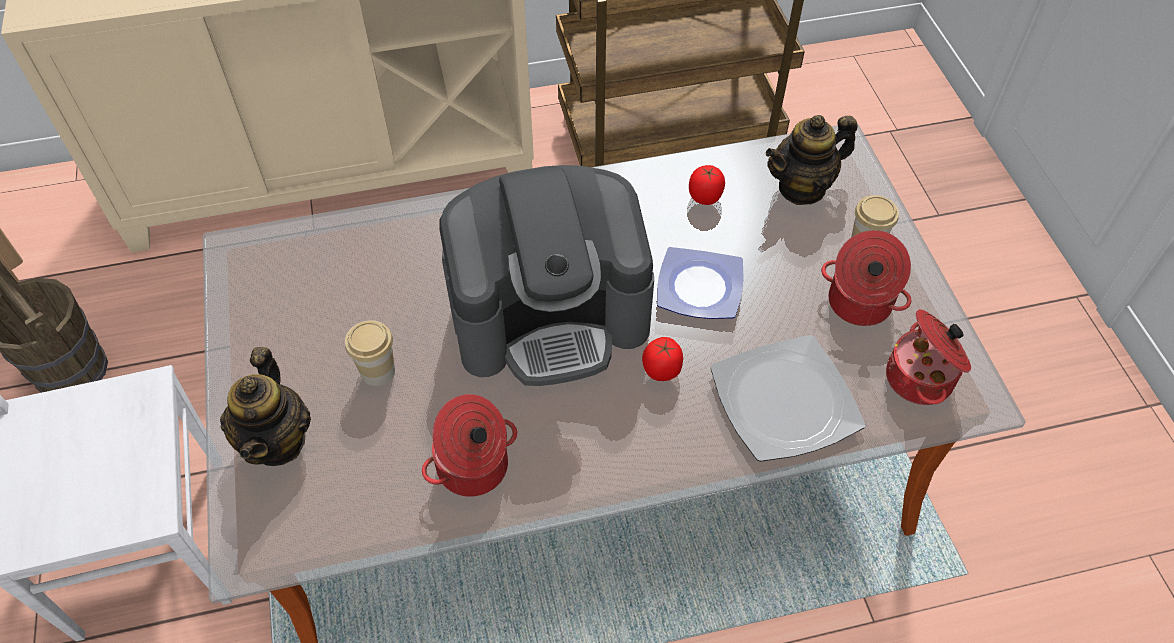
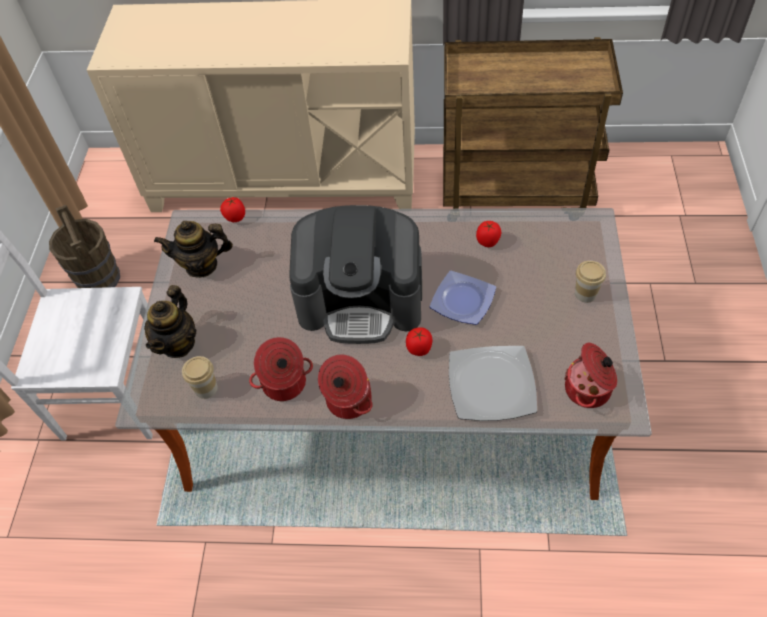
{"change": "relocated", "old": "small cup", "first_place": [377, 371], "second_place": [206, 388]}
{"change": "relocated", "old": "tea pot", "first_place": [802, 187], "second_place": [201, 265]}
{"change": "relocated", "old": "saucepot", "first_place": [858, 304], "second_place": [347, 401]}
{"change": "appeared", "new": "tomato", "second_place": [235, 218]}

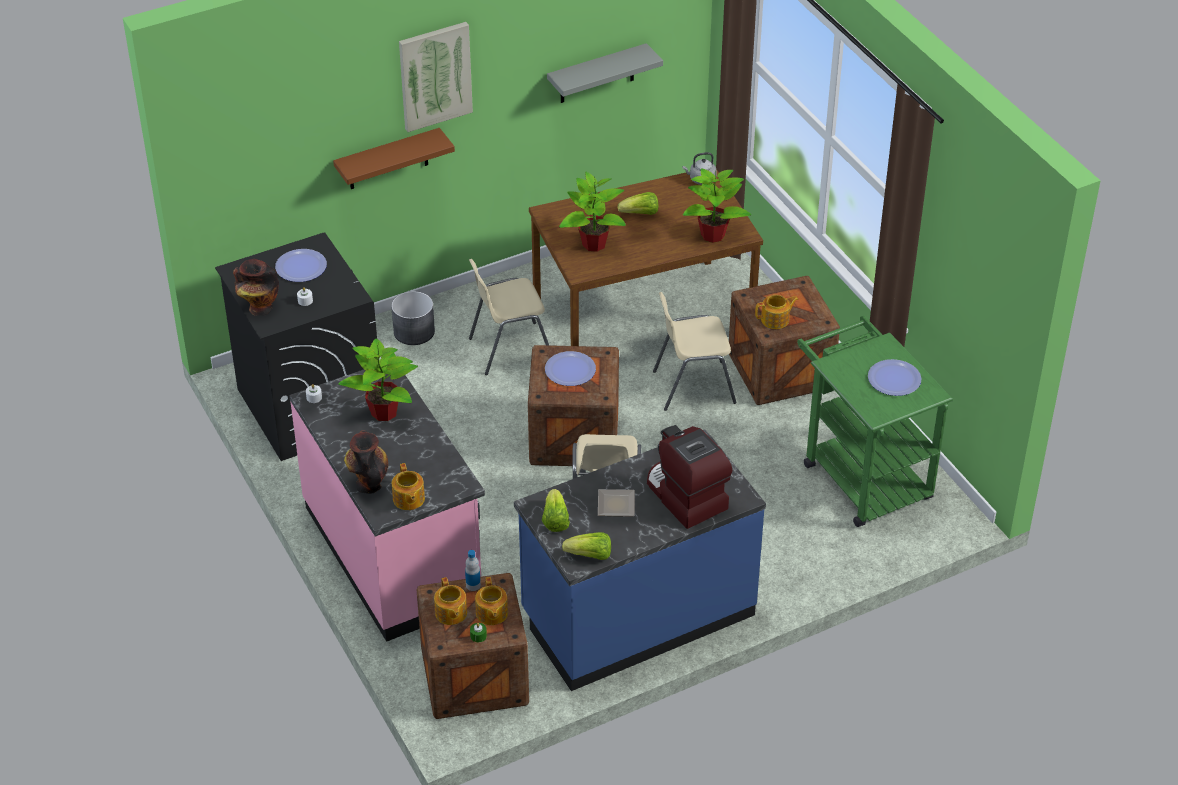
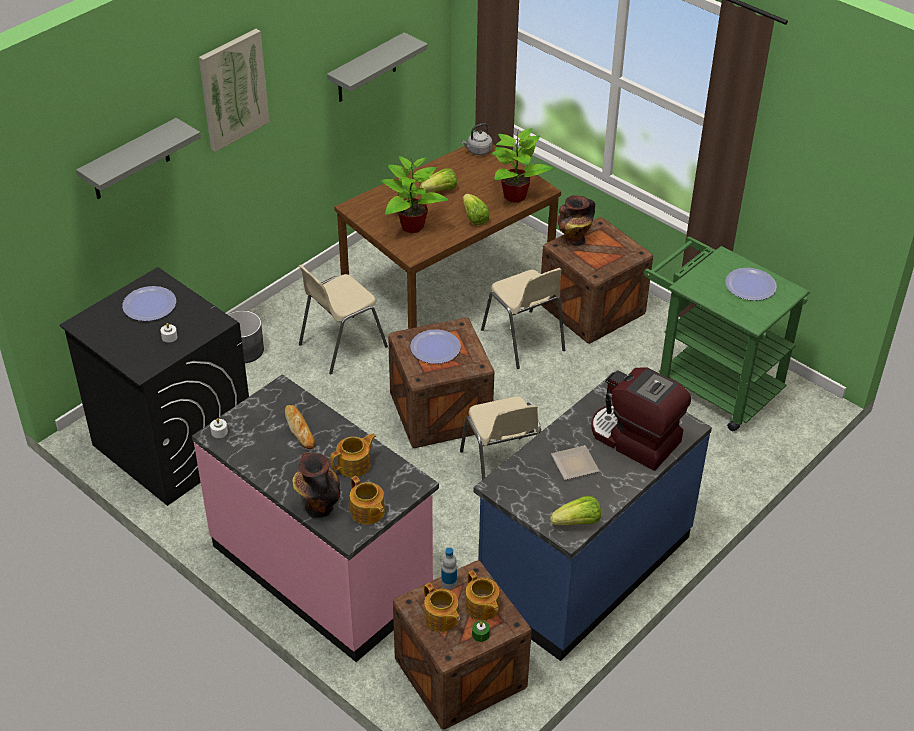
{"change": "relocated", "old": "decorative vase", "first_place": [259, 308], "second_place": [574, 239]}
{"change": "missing", "old": "brown-coloured wall shelf", "first_place": [388, 160]}
{"change": "exchanged", "old": "plant in a pot", "new": "bread", "first_place": [385, 412], "second_place": [299, 429]}
{"change": "relocated", "old": "head of lettuce", "first_place": [555, 520], "second_place": [474, 217]}
{"change": "spun", "old": "beige plain chair", "first_place": [692, 386], "second_place": [523, 340], "degrees": -90}
{"change": "relocated", "old": "tea pot", "first_place": [775, 320], "second_place": [354, 465]}
{"change": "appeared", "new": "gray wall shelf", "second_place": [130, 161]}

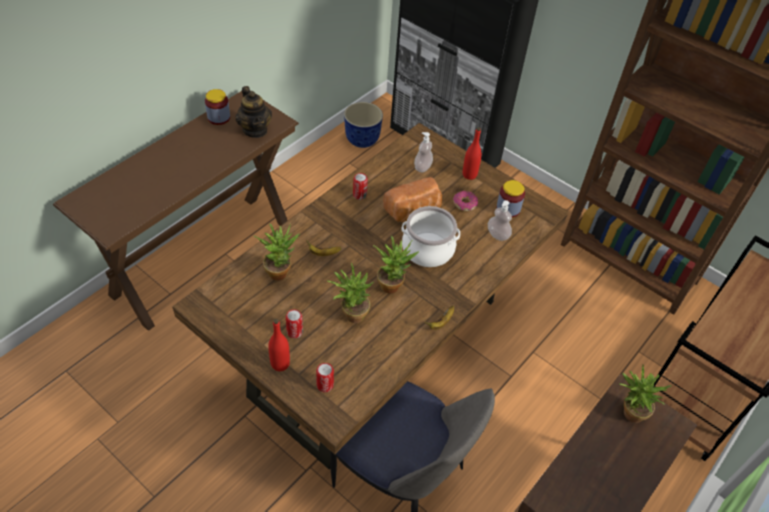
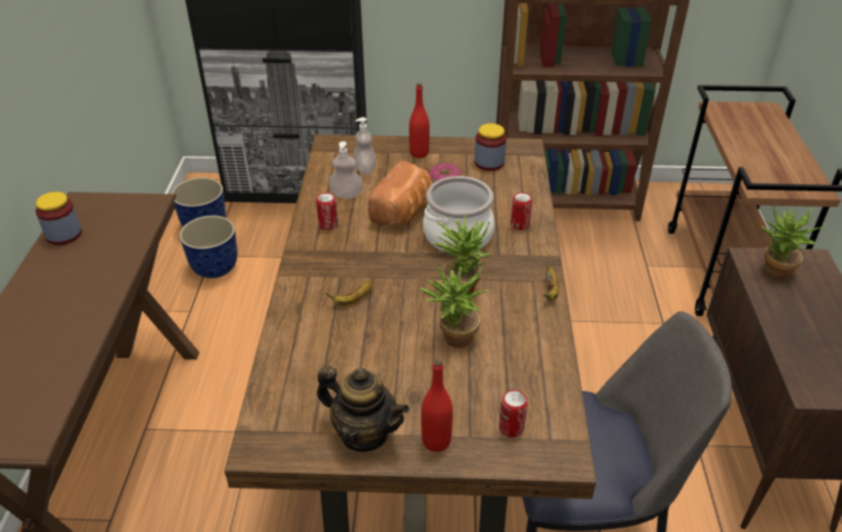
{"change": "relocated", "old": "tea pot", "first_place": [255, 130], "second_place": [364, 433]}
{"change": "missing", "old": "plant in a pot", "first_place": [280, 270]}
{"change": "relocated", "old": "can", "first_place": [295, 332], "second_place": [519, 225]}
{"change": "relocated", "old": "liquid soap bottle", "first_place": [497, 235], "second_place": [346, 194]}
{"change": "appeared", "new": "flower pot", "second_place": [215, 268]}

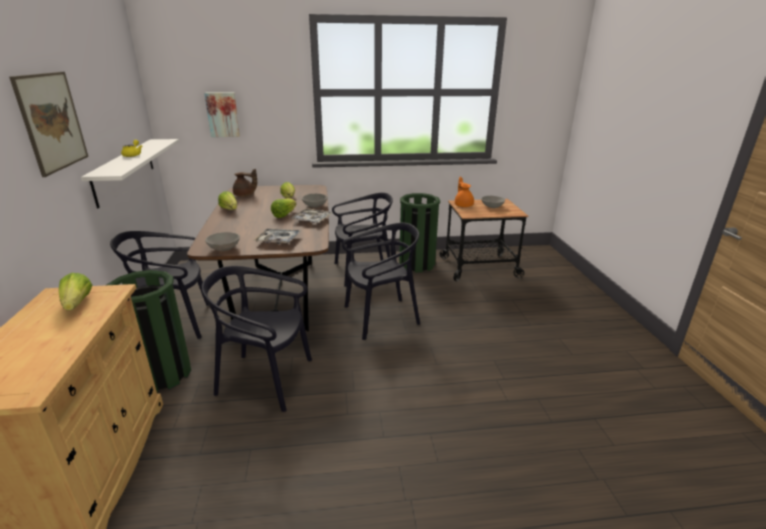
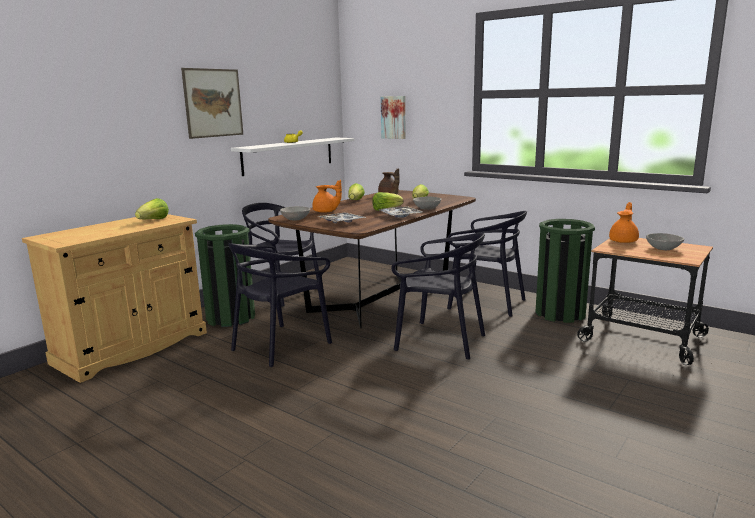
{"change": "spun", "old": "blackish plain chair", "first_place": [265, 379], "second_place": [281, 345], "degrees": -105}
{"change": "appeared", "new": "orangey tea pot", "second_place": [326, 212]}

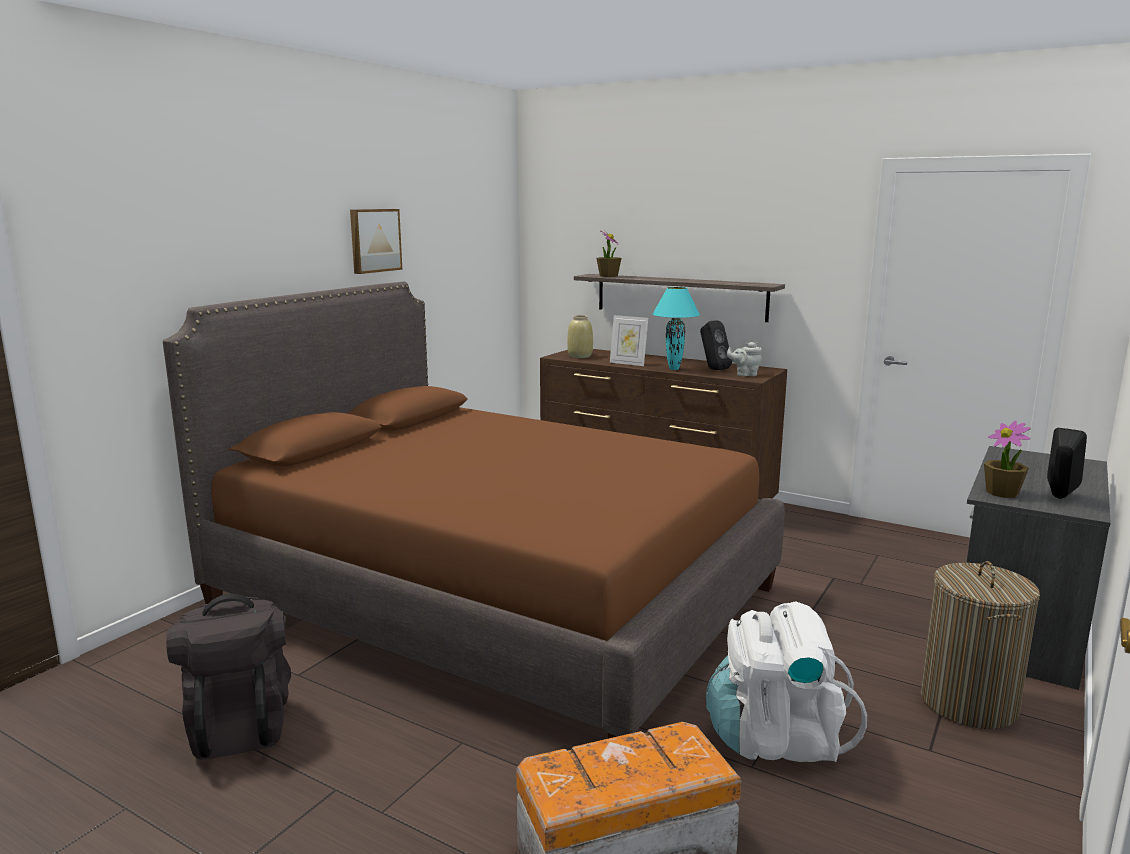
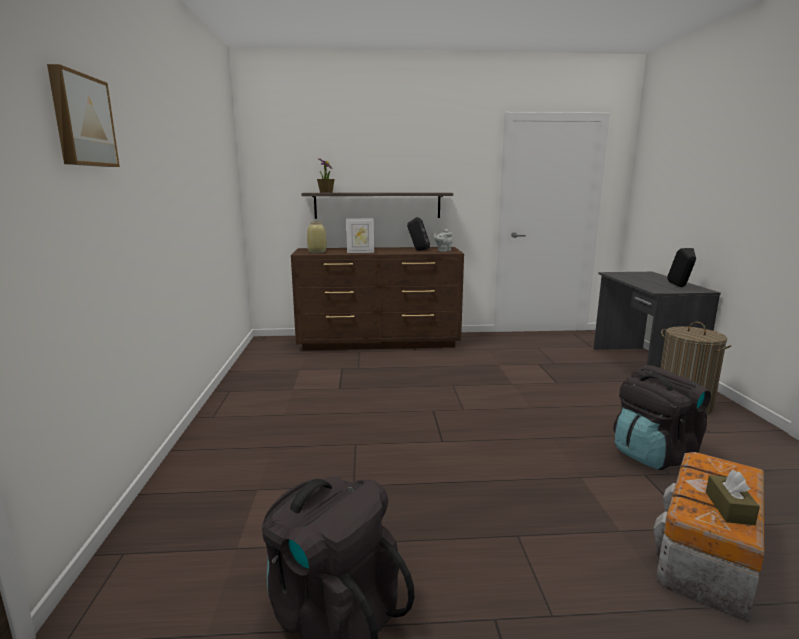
{"change": "missing", "old": "brown-coloured bed", "first_place": [493, 596]}
{"change": "relocated", "old": "wall art", "first_place": [374, 240], "second_place": [81, 121]}
{"change": "missing", "old": "turquoise tabletop lamp", "first_place": [673, 369]}
{"change": "colour", "old": "white-coloured backpack", "new": "blackish backpack", "first_place": [776, 739], "second_place": [653, 454]}
{"change": "missing", "old": "plant in a pot", "first_place": [1002, 493]}
{"change": "appeared", "new": "brown-coloured tissue holder", "second_place": [729, 508]}

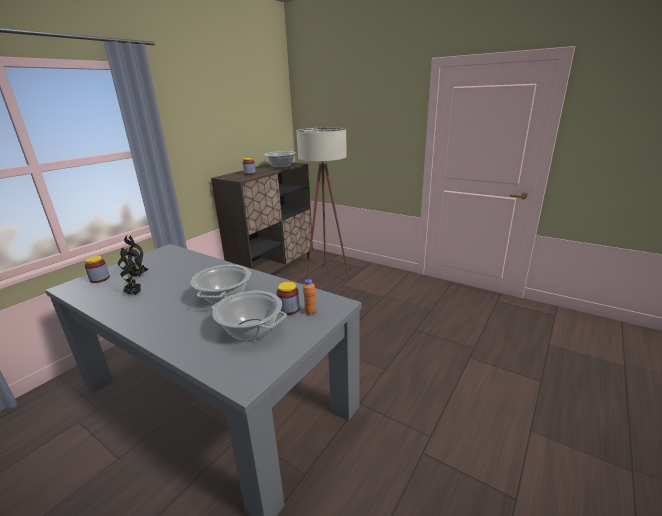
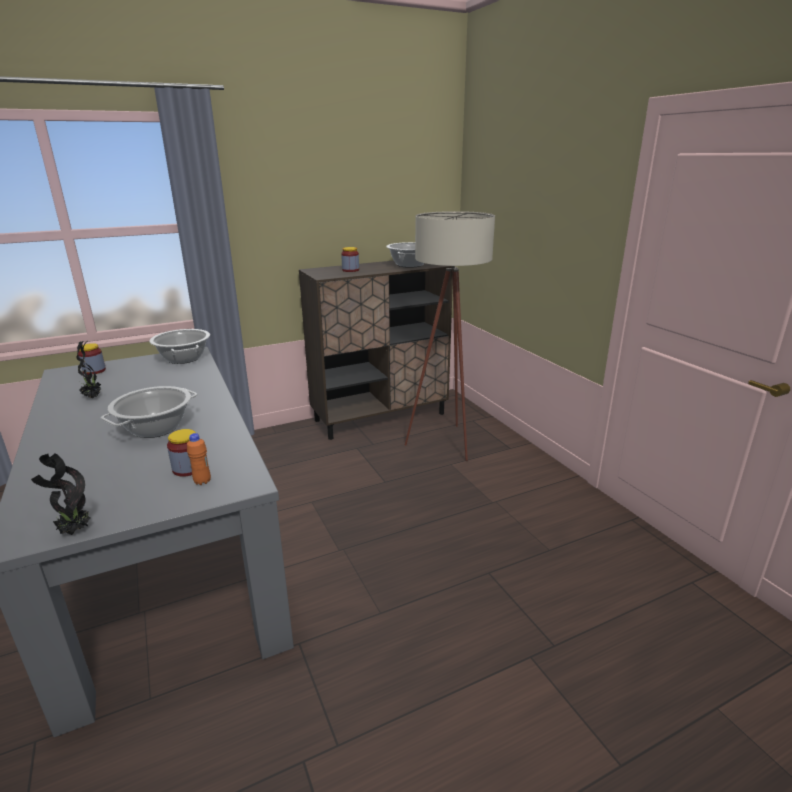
{"change": "relocated", "old": "plant in a pot", "first_place": [139, 276], "second_place": [74, 532]}
{"change": "relocated", "old": "saucepot", "first_place": [250, 330], "second_place": [183, 358]}

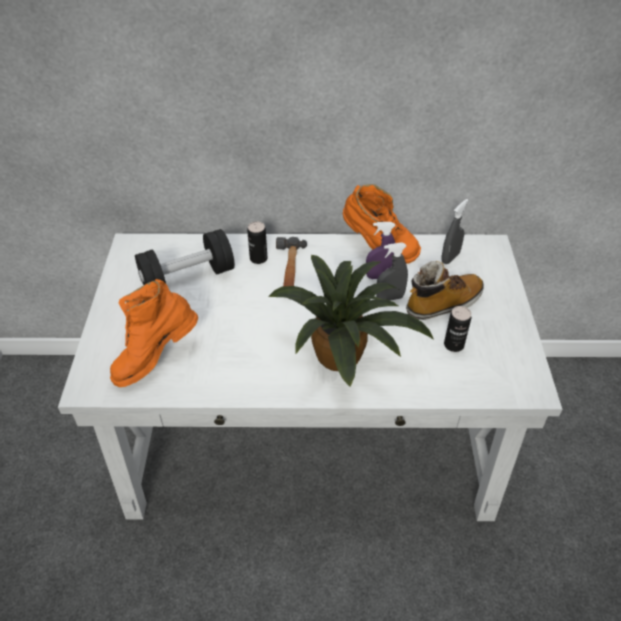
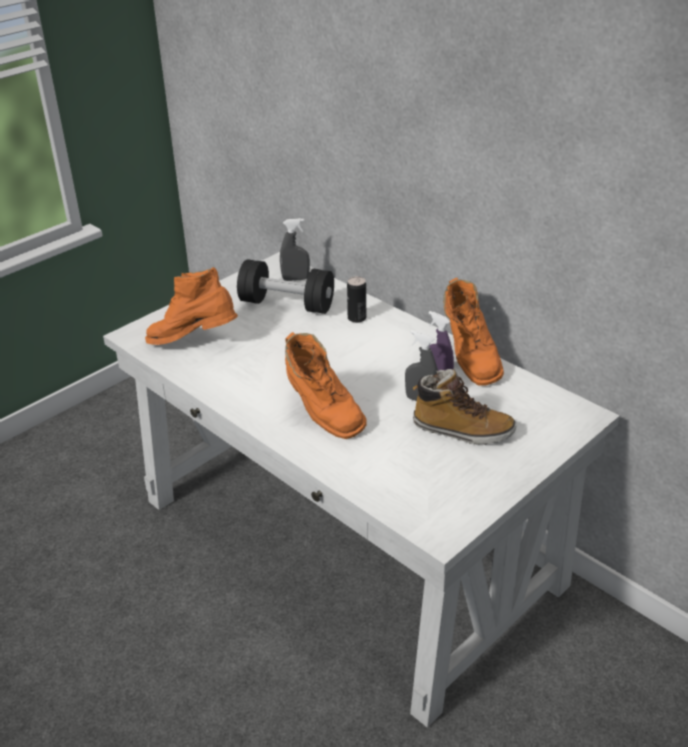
{"change": "exchanged", "old": "plant in a pot", "new": "orangey boot", "first_place": [342, 354], "second_place": [322, 414]}
{"change": "missing", "old": "hammer", "first_place": [289, 271]}
{"change": "relocated", "old": "gray hand sprayer", "first_place": [450, 258], "second_place": [295, 279]}
{"change": "missing", "old": "can", "first_place": [453, 345]}

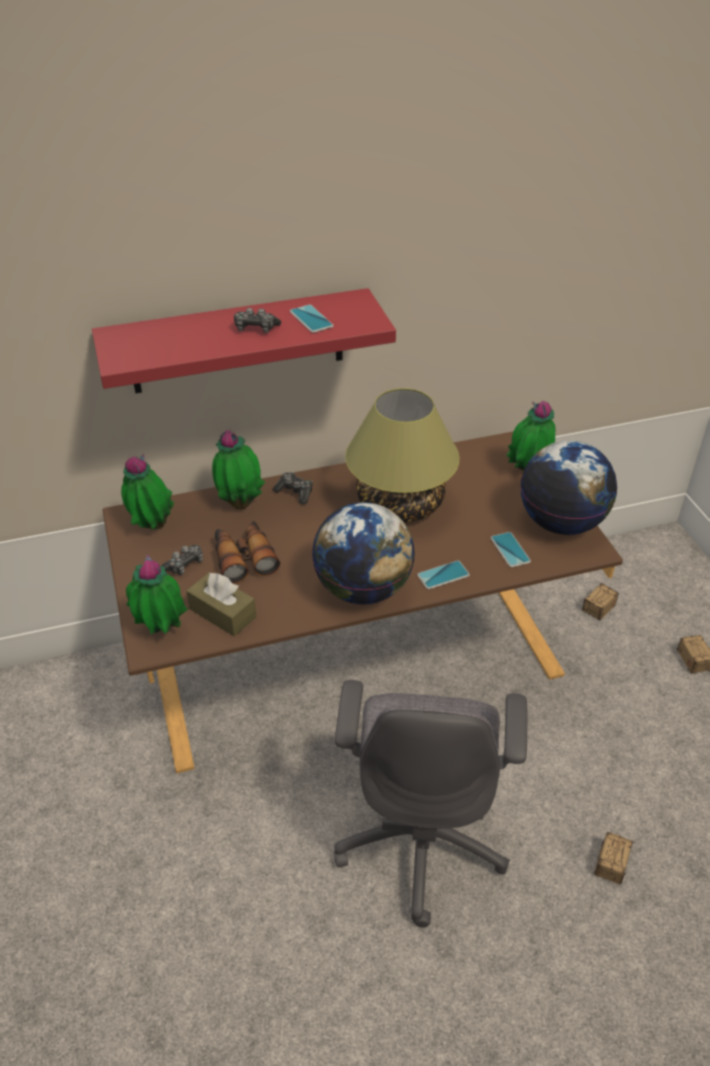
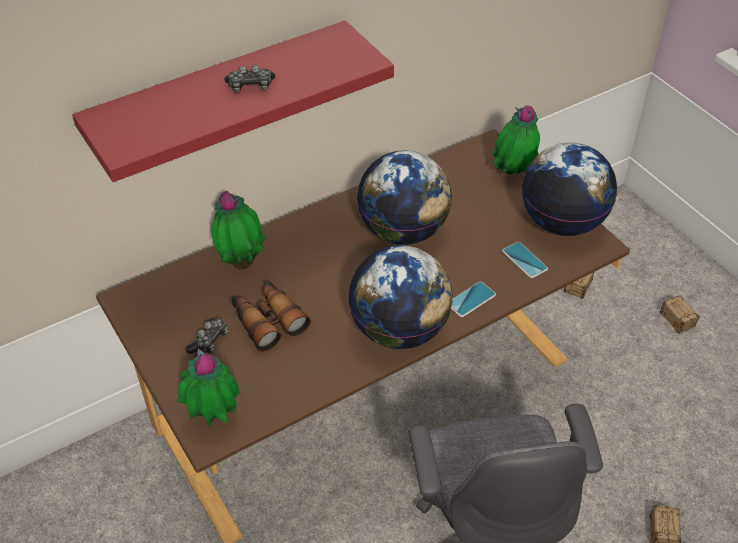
{"change": "missing", "old": "plant in a pot", "first_place": [151, 527]}
{"change": "missing", "old": "brown-coloured tissue holder", "first_place": [222, 613]}
{"change": "missing", "old": "game controller", "first_place": [295, 492]}
{"change": "missing", "old": "phone", "first_place": [311, 319]}
{"change": "exchanged", "old": "tabletop lamp", "new": "world globe", "first_place": [401, 504], "second_place": [403, 231]}

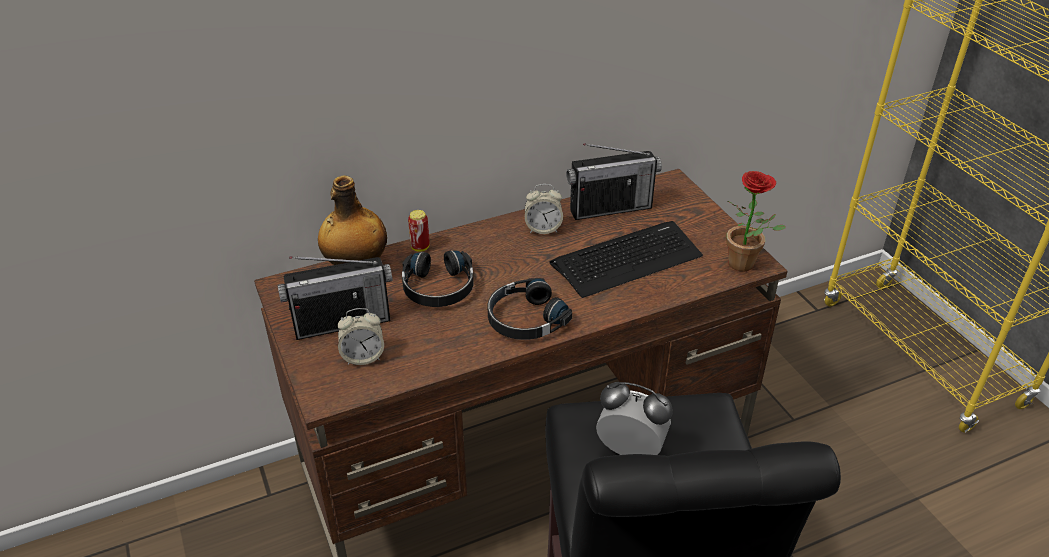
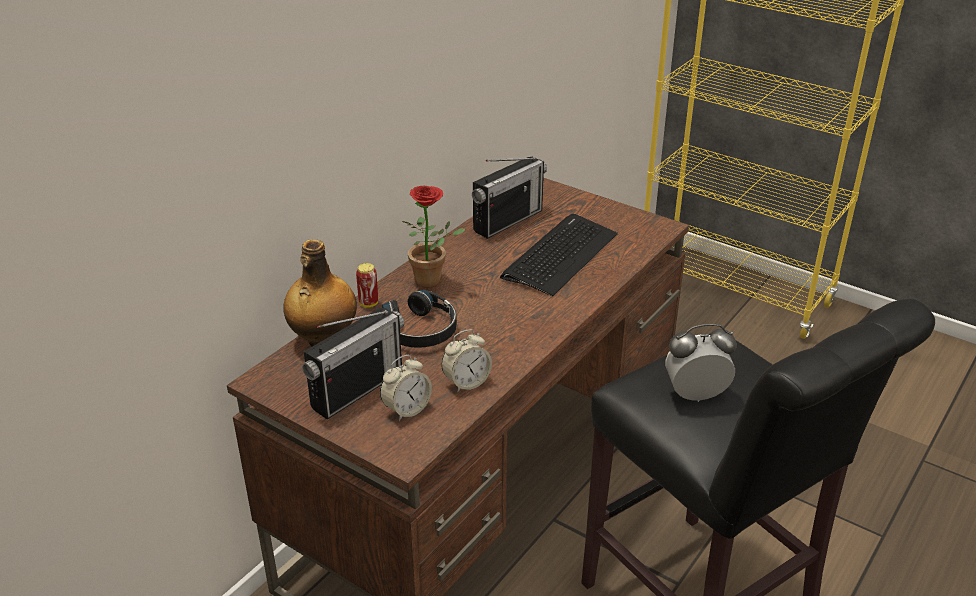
{"change": "missing", "old": "blackish headphones", "first_place": [525, 319]}
{"change": "relocated", "old": "alarm clock", "first_place": [543, 228], "second_place": [466, 382]}
{"change": "relocated", "old": "plant in a pot", "first_place": [746, 265], "second_place": [433, 281]}

